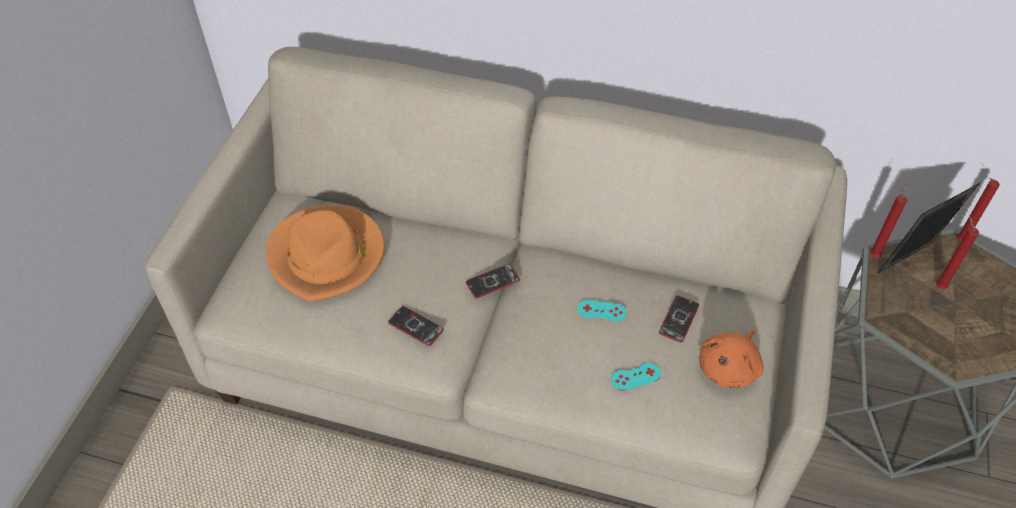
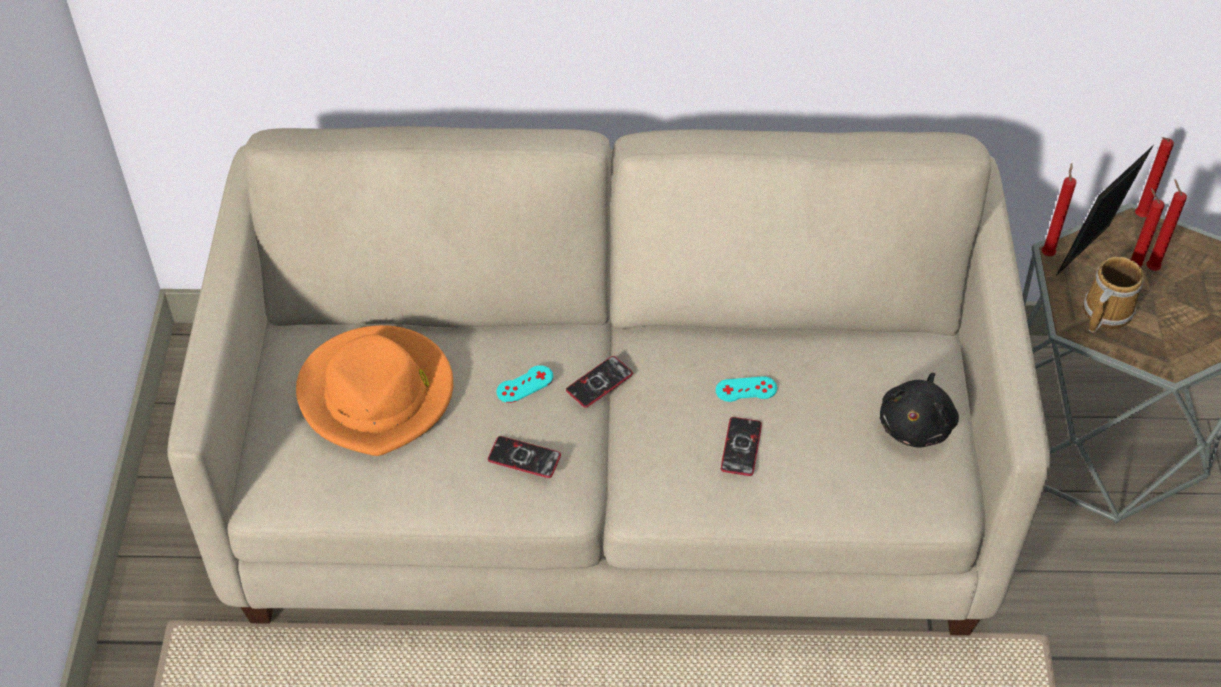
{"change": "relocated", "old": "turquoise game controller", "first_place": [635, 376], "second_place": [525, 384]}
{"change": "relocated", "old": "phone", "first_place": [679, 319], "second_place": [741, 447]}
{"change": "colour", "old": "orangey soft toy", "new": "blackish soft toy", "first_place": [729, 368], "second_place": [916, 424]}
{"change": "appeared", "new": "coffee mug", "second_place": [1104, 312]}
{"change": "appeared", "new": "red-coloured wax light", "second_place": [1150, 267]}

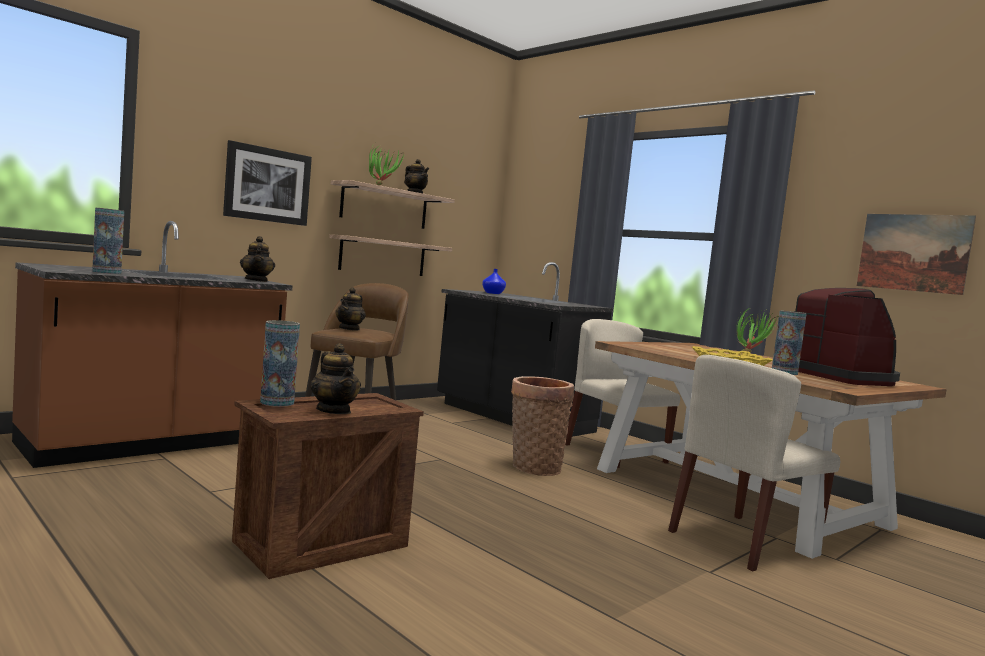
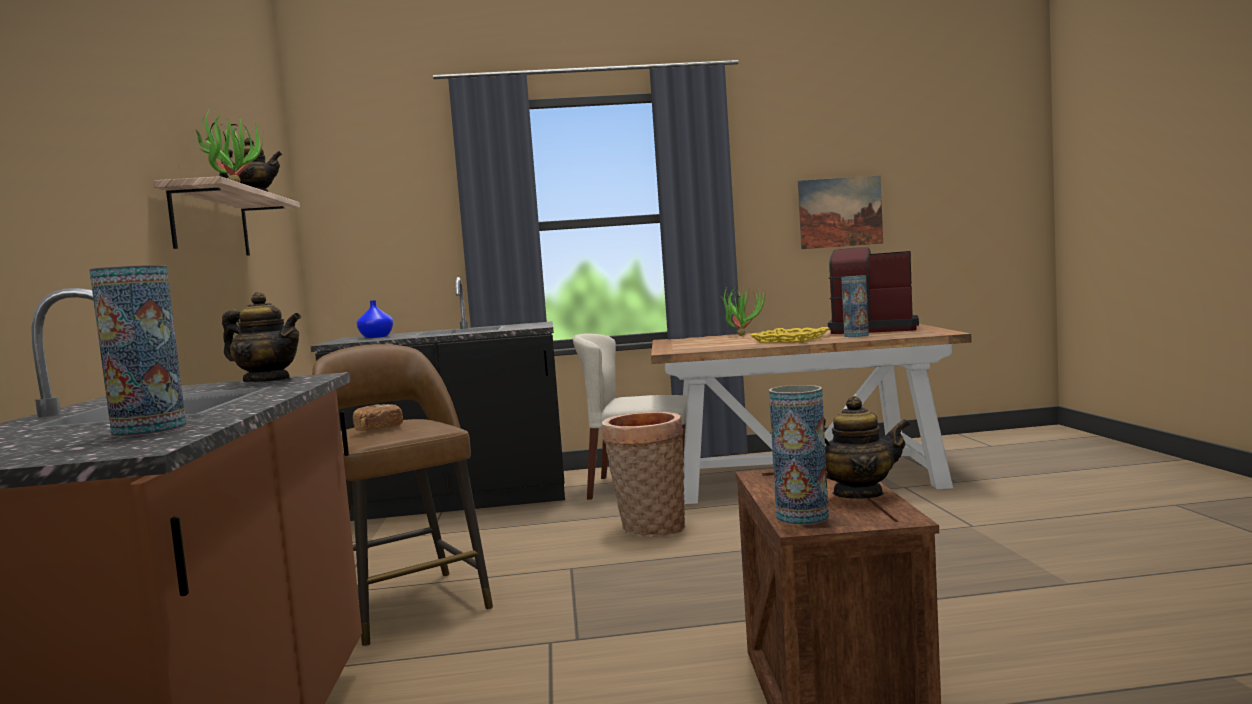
{"change": "missing", "old": "wall art", "first_place": [267, 185]}
{"change": "missing", "old": "wall shelf", "first_place": [383, 256]}
{"change": "exchanged", "old": "tea pot", "new": "bread", "first_place": [349, 329], "second_place": [379, 429]}
{"change": "missing", "old": "beige plain chair", "first_place": [743, 541]}

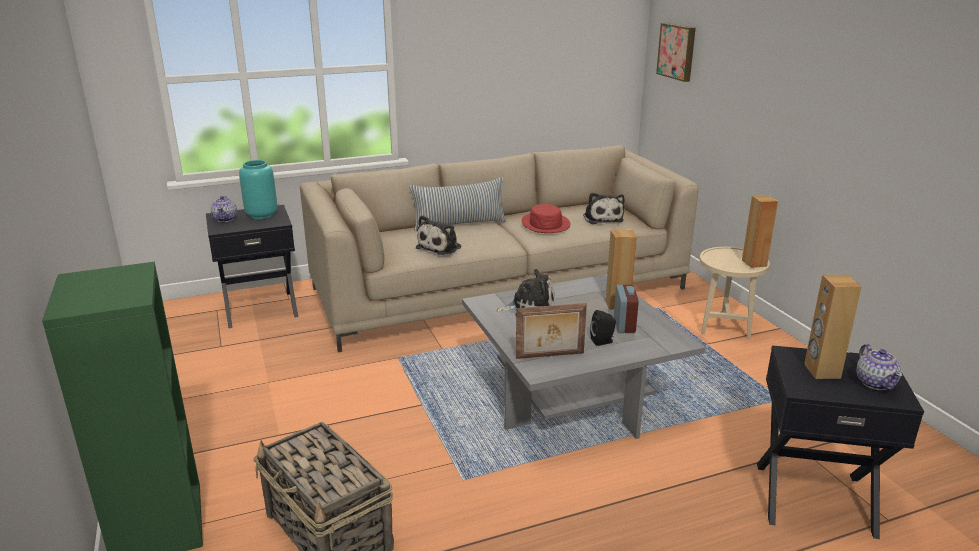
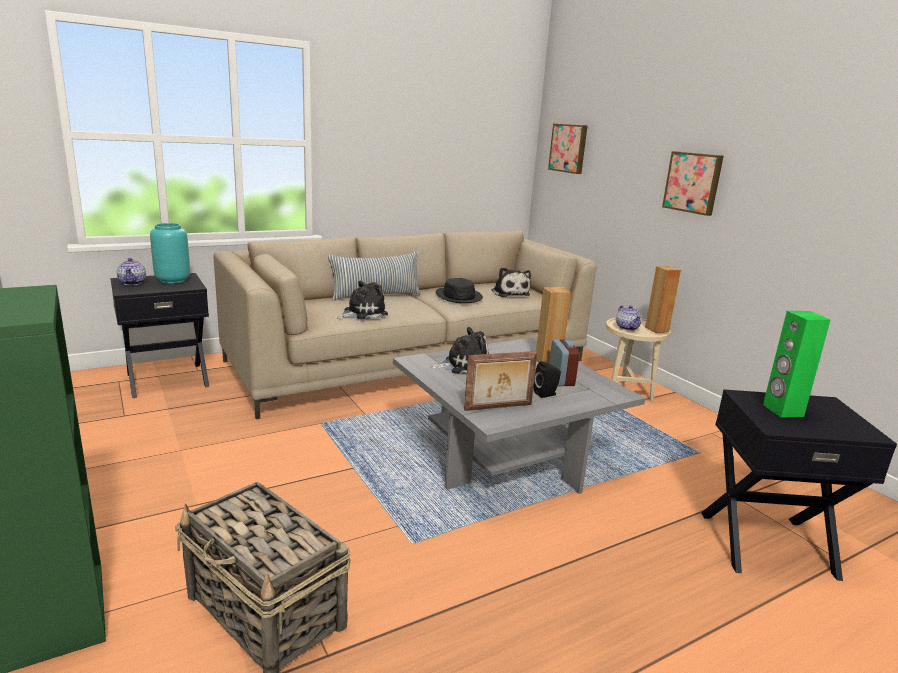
{"change": "spun", "old": "soft toy", "first_place": [441, 247], "second_place": [362, 313], "degrees": -150}
{"change": "colour", "old": "red-coloured hat", "new": "blackish hat", "first_place": [545, 224], "second_place": [459, 296]}
{"change": "colour", "old": "brown-coloured speaker", "new": "green-coloured speaker", "first_place": [821, 371], "second_place": [782, 410]}
{"change": "relocated", "old": "tea pot", "first_place": [875, 383], "second_place": [627, 328]}
{"change": "appeared", "new": "wall art", "second_place": [693, 182]}

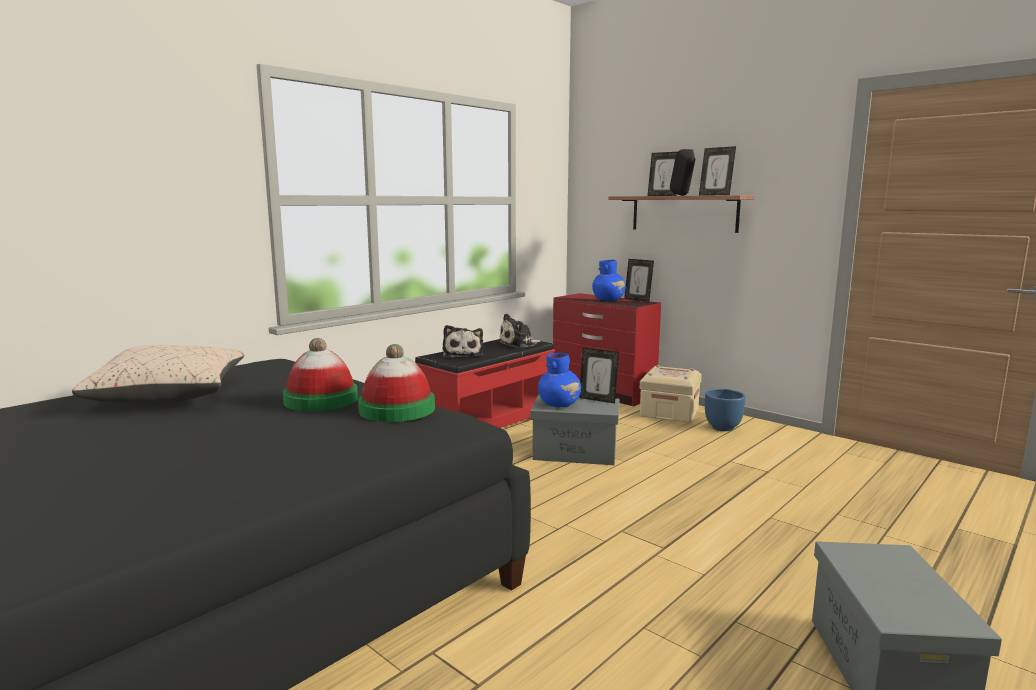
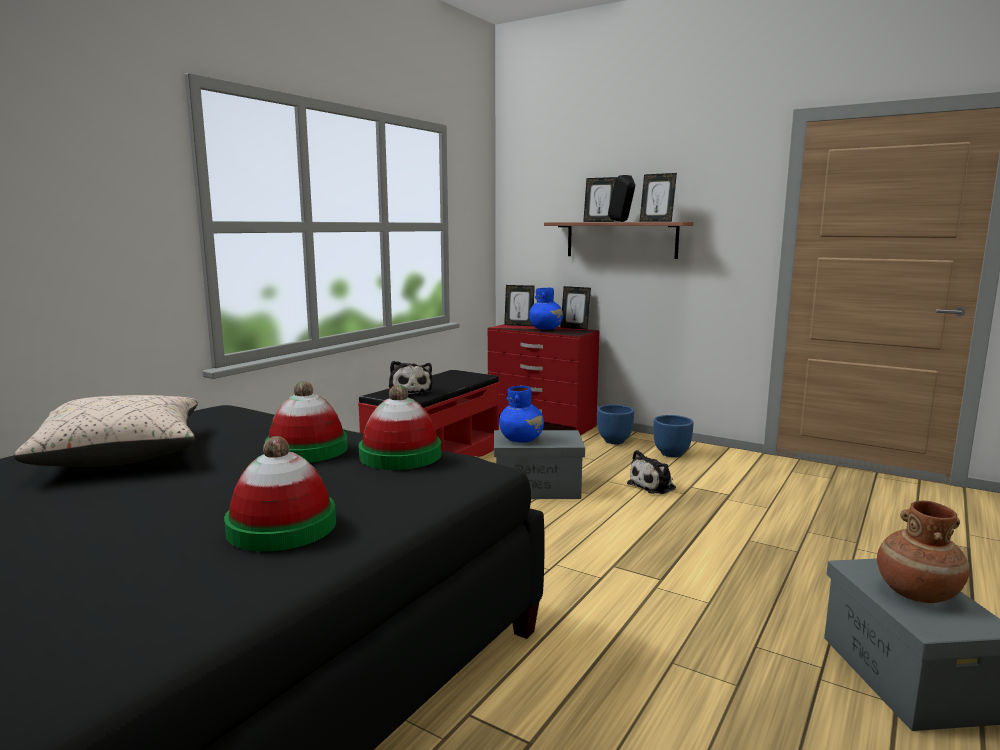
{"change": "relocated", "old": "soft toy", "first_place": [519, 344], "second_place": [654, 486]}
{"change": "relocated", "old": "picture frame", "first_place": [598, 399], "second_place": [519, 325]}
{"change": "exchanged", "old": "beige storage bin", "new": "blue-coloured flower pot", "first_place": [669, 412], "second_place": [614, 441]}
{"change": "appeared", "new": "hat", "second_place": [282, 526]}
{"change": "appeared", "new": "brown-coloured decorative vase", "second_place": [916, 592]}

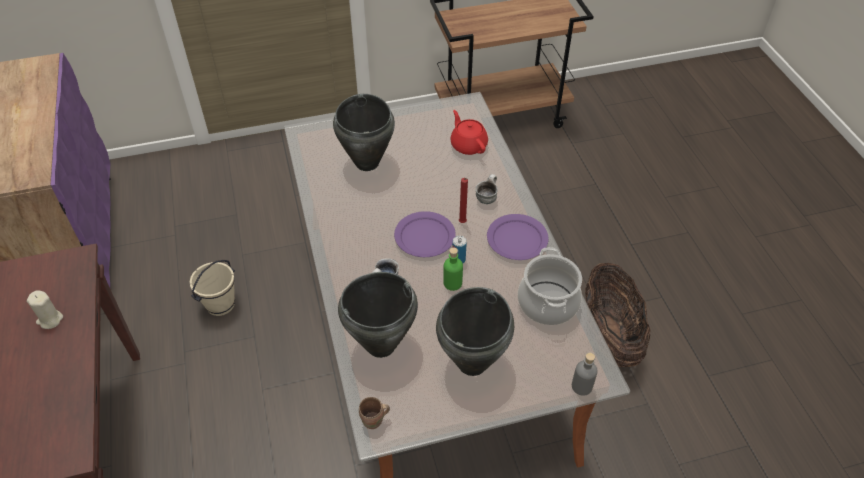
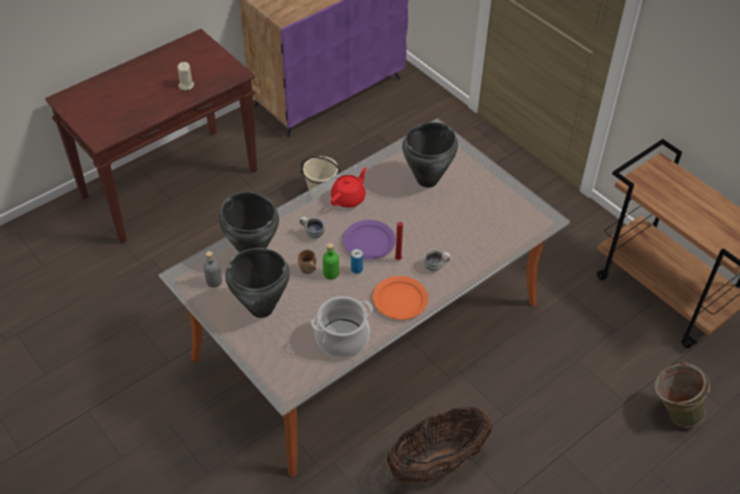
{"change": "relocated", "old": "brown-coloured coffee mug", "first_place": [374, 421], "second_place": [307, 270]}
{"change": "relocated", "old": "red-coloured tea pot", "first_place": [468, 145], "second_place": [349, 198]}
{"change": "colour", "old": "purple-coloured flat dish", "new": "orangey flat dish", "first_place": [516, 239], "second_place": [400, 299]}
{"change": "relocated", "old": "gray bottle", "first_place": [581, 386], "second_place": [214, 281]}
{"change": "appeared", "new": "green-coloured pail", "second_place": [672, 412]}

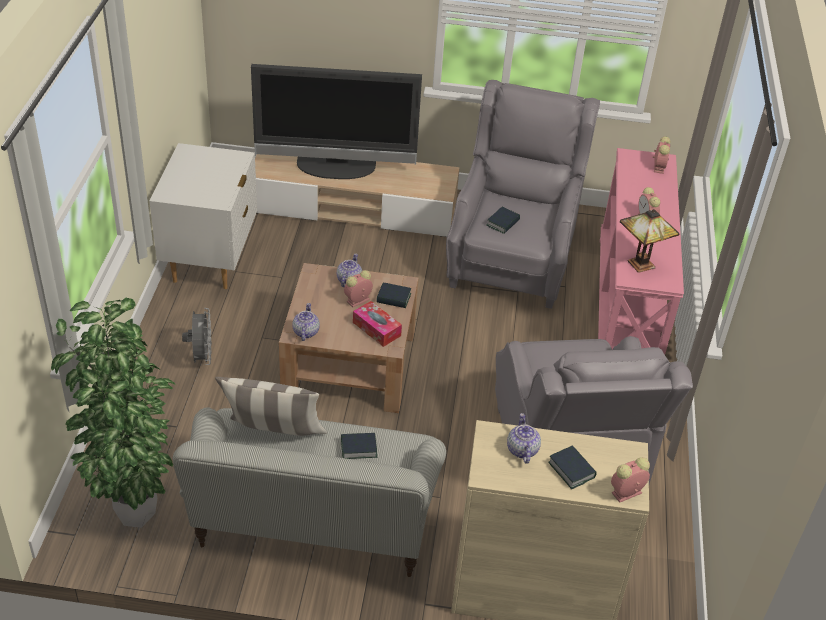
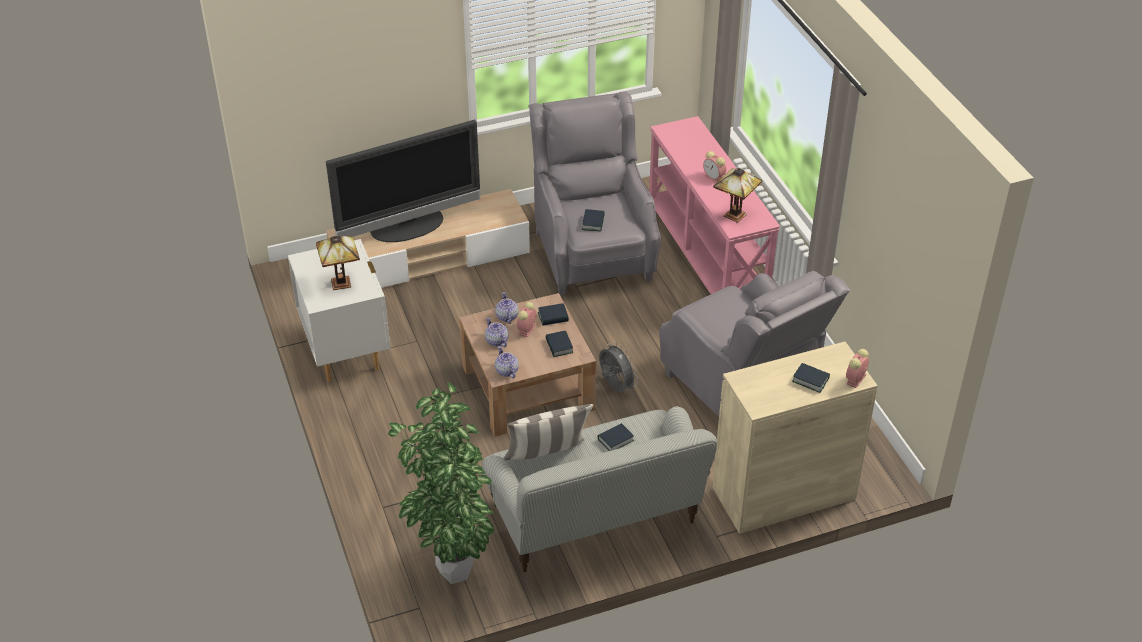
{"change": "relocated", "old": "gray fan", "first_place": [201, 357], "second_place": [615, 387]}
{"change": "exchanged", "old": "tissue holder", "new": "book", "first_place": [376, 329], "second_place": [559, 346]}
{"change": "relocated", "old": "tea pot", "first_place": [521, 449], "second_place": [496, 341]}
{"change": "missing", "old": "alarm clock", "first_place": [658, 167]}
{"change": "appeared", "new": "tabletop lamp", "second_place": [342, 282]}

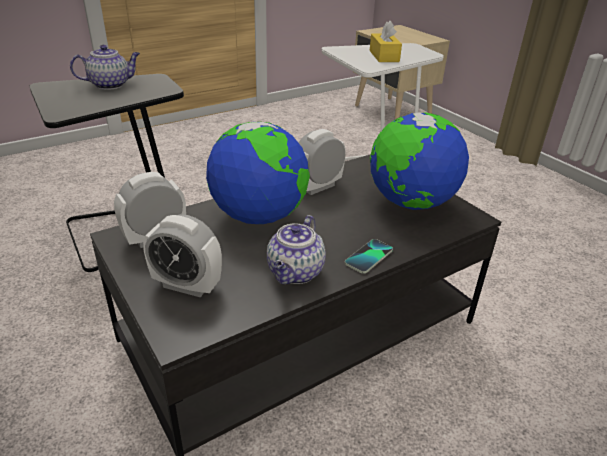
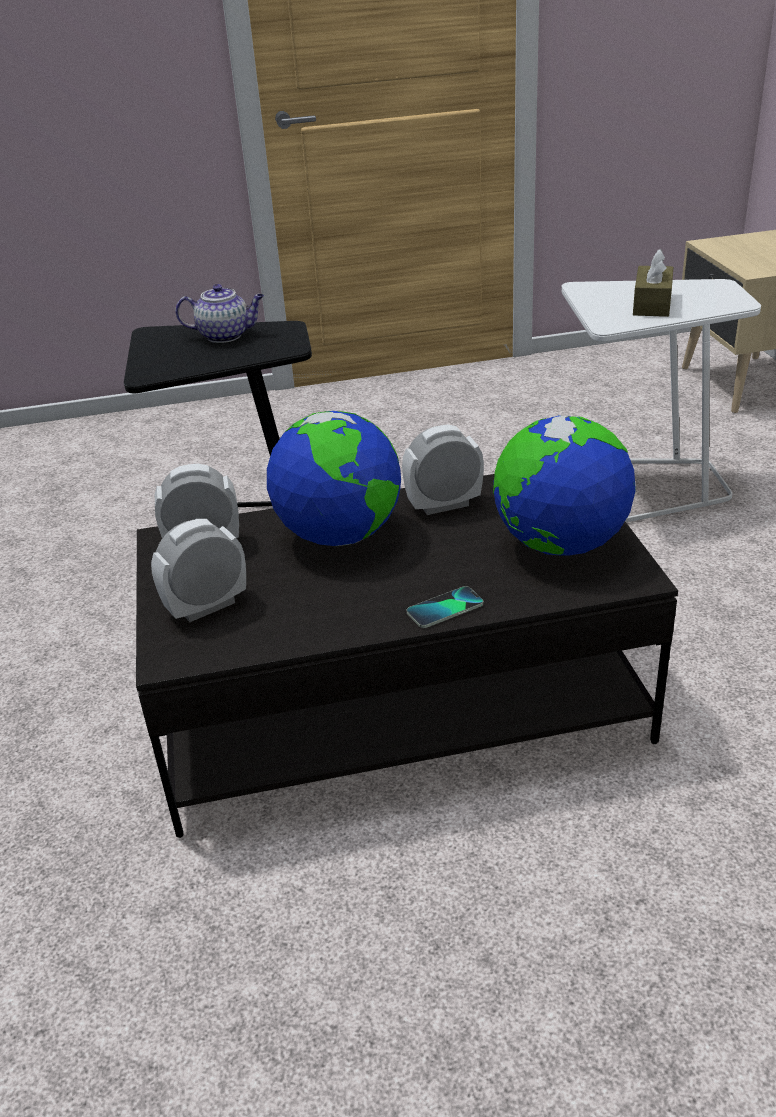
{"change": "spun", "old": "alarm clock", "first_place": [187, 285], "second_place": [207, 606], "degrees": 105}
{"change": "missing", "old": "tea pot", "first_place": [295, 273]}
{"change": "colour", "old": "yellow-coloured tissue holder", "new": "brown-coloured tissue holder", "first_place": [384, 56], "second_place": [652, 304]}

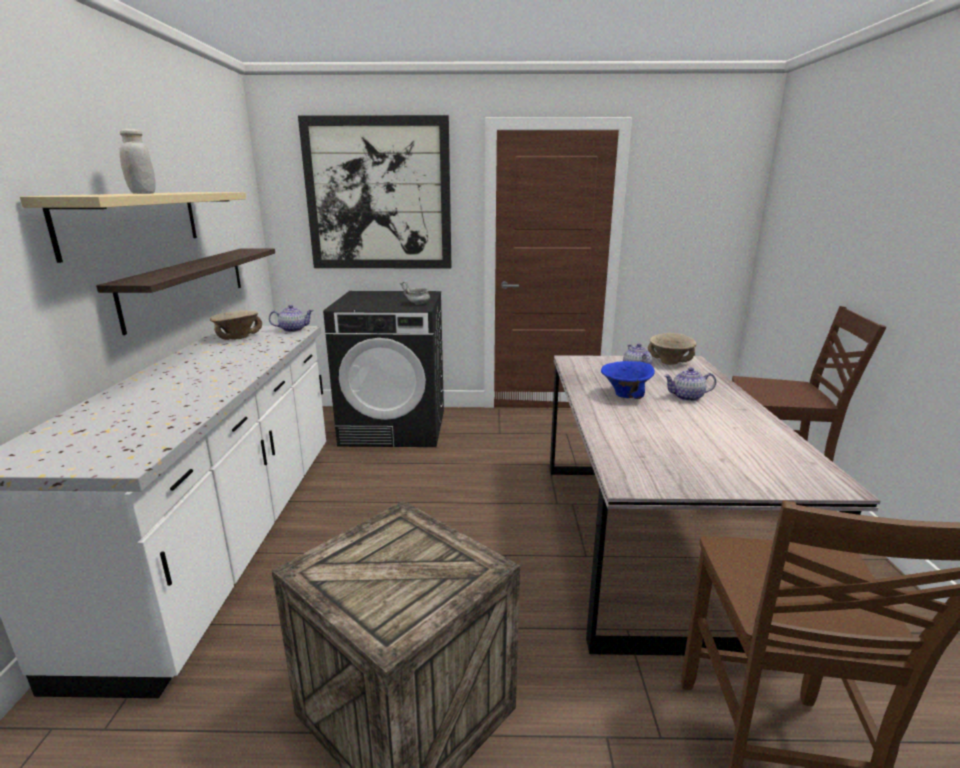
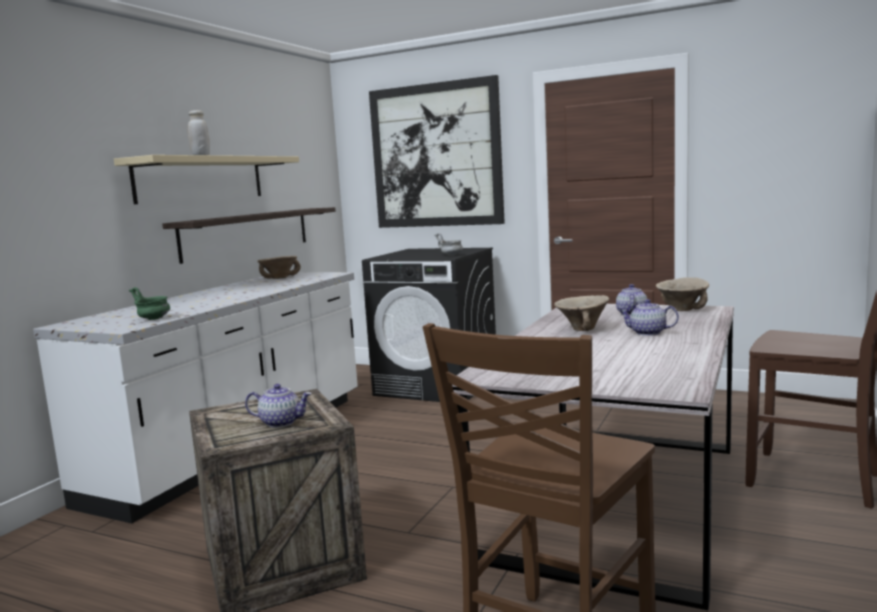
{"change": "relocated", "old": "tea pot", "first_place": [293, 329], "second_place": [281, 422]}
{"change": "colour", "old": "blue-coloured deep dish", "new": "beige deep dish", "first_place": [624, 395], "second_place": [581, 329]}
{"change": "appeared", "new": "green-coloured deep dish", "second_place": [152, 319]}

